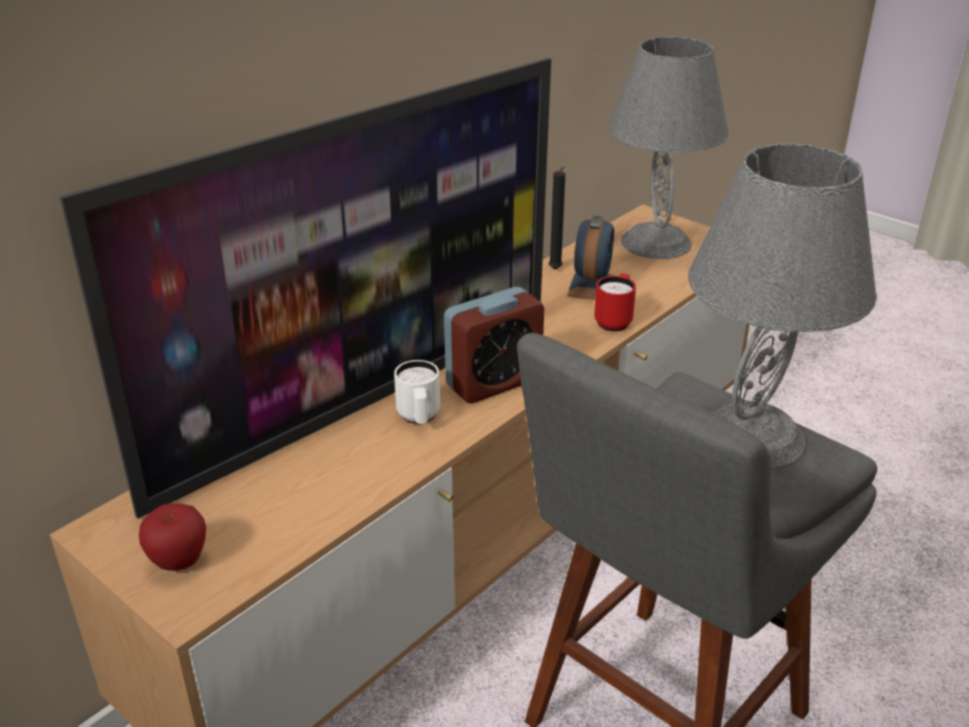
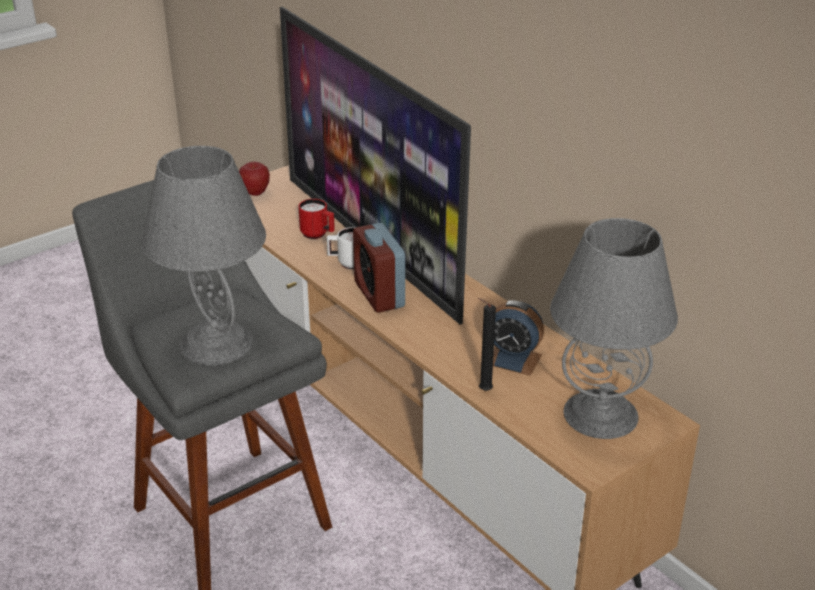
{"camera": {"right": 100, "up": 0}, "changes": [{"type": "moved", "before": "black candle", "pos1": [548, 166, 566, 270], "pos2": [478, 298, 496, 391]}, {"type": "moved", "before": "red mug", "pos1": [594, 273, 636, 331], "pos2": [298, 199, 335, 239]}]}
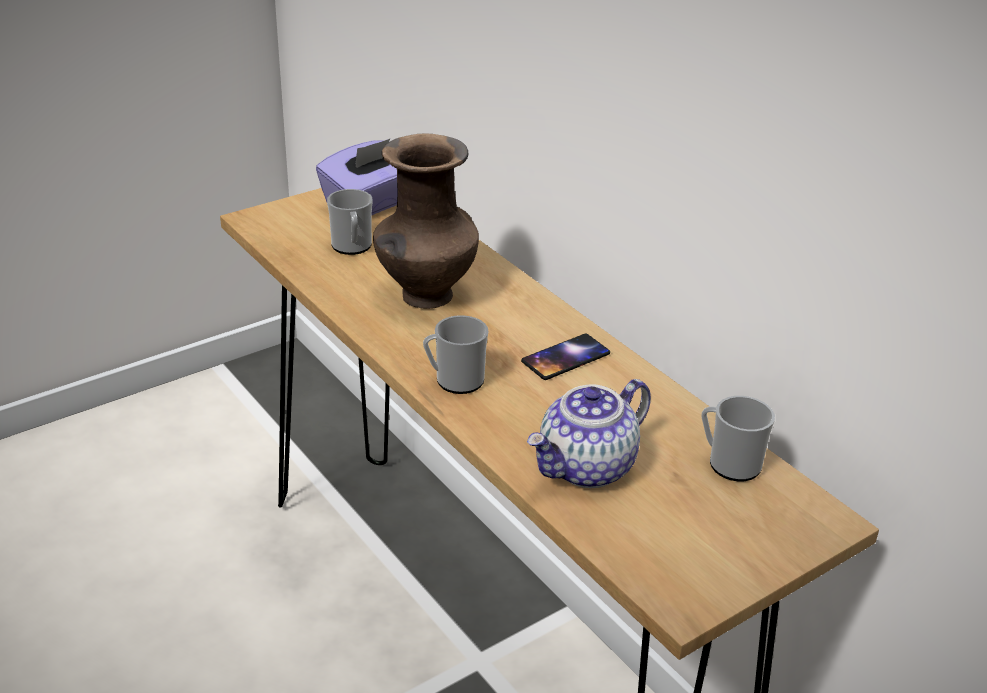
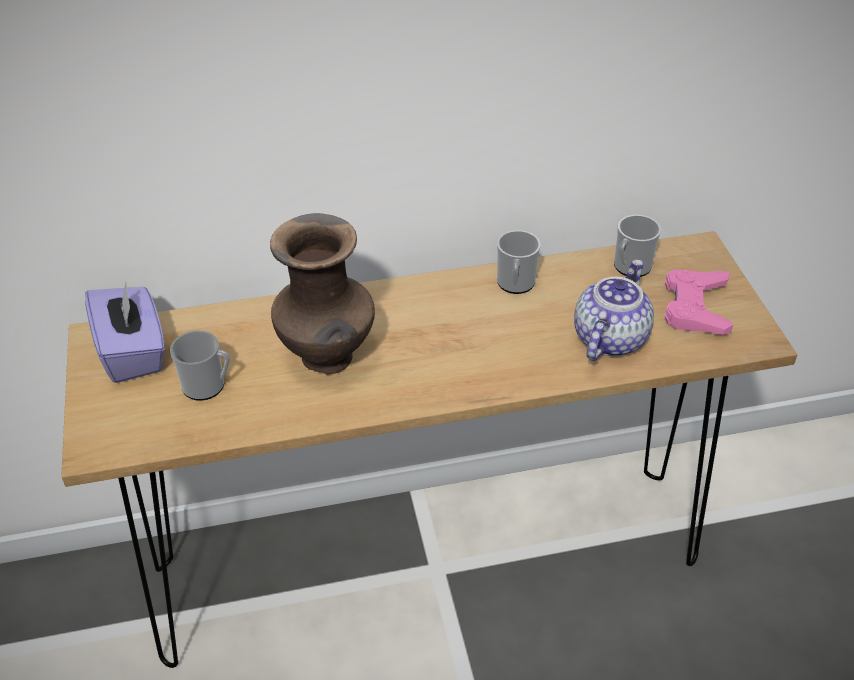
{"camera": {"right": -65, "up": 10}, "changes": [{"type": "moved", "before": "mug", "pos1": [423, 315, 488, 394], "pos2": [497, 230, 541, 294]}, {"type": "removed", "before": "phone", "pos1": [521, 334, 610, 380]}, {"type": "turned", "before": "teapot", "pos1": [527, 379, 651, 488], "pos2": [574, 259, 654, 361], "turn": -135}, {"type": "added", "after": "pink game controller", "pos2": [665, 269, 733, 335]}]}
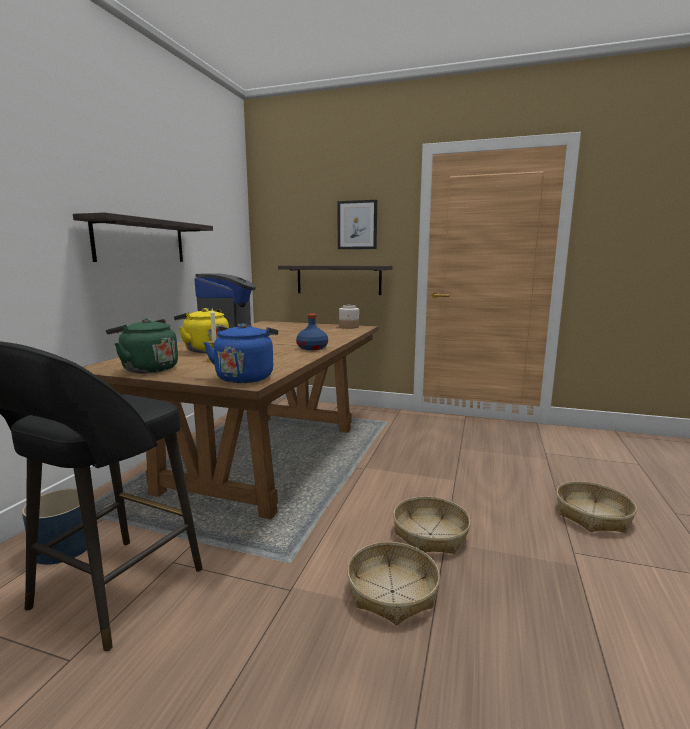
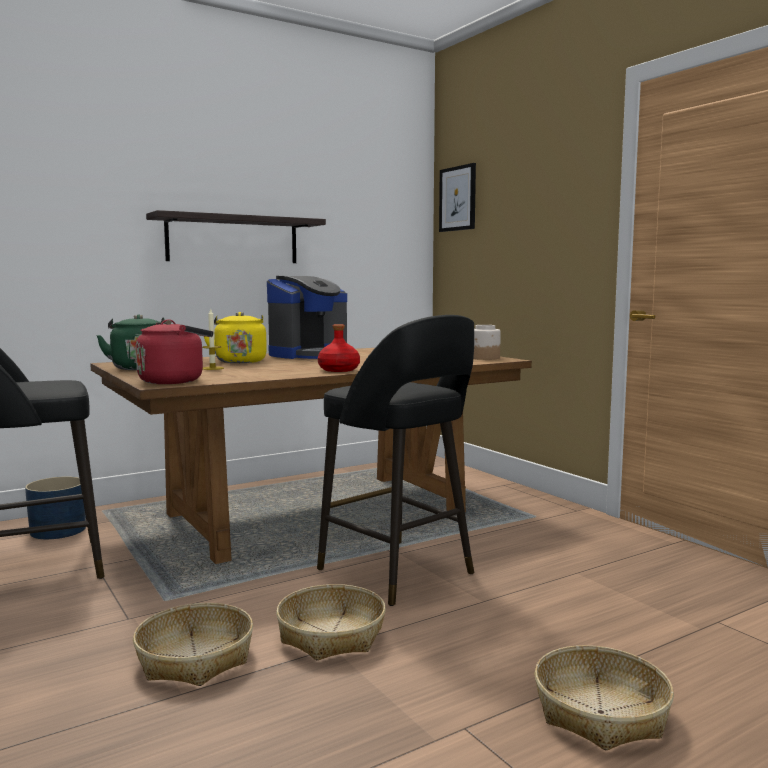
{"camera": {"right": 40, "up": -5}, "changes": [{"type": "moved", "before": "picture", "pos1": [338, 200, 377, 249], "pos2": [439, 163, 476, 232]}, {"type": "removed", "before": "shelf", "pos1": [278, 265, 393, 295]}, {"type": "recoloured", "before": "blue bottle", "after": "red bottle", "pos1": [296, 314, 328, 350], "pos2": [318, 324, 360, 372]}, {"type": "recoloured", "before": "blue kettle", "after": "red kettle", "pos1": [204, 323, 278, 383], "pos2": [136, 319, 213, 384]}, {"type": "added", "after": "black stool", "pos2": [317, 315, 474, 606]}]}
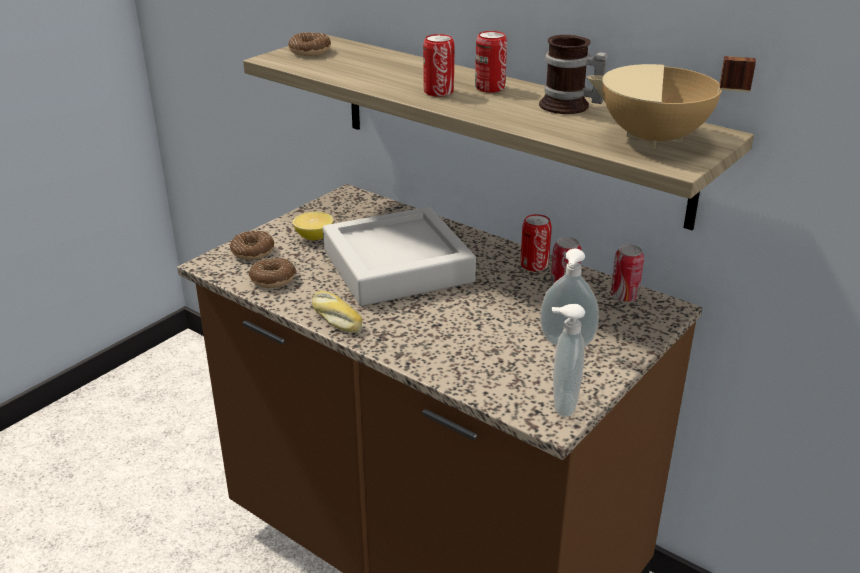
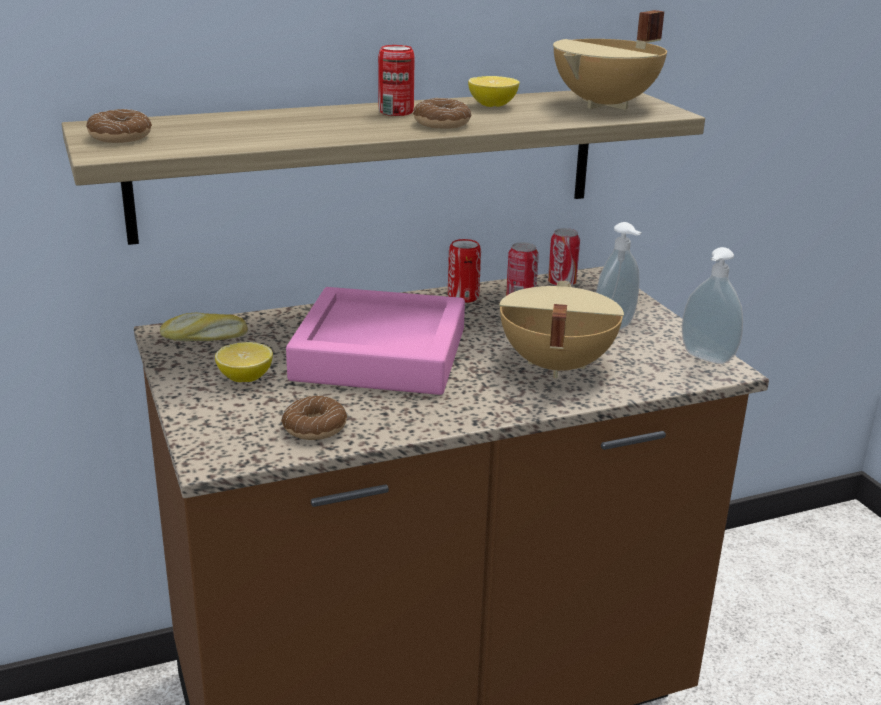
{"camera": {"right": -60, "up": -5}, "changes": [{"type": "removed", "before": "can", "pos1": [423, 34, 455, 97]}, {"type": "replaced", "before": "mug", "after": "lemon", "pos1": [539, 35, 608, 114], "pos2": [468, 76, 519, 107]}, {"type": "recoloured", "before": "grey tray", "after": "pink tray", "pos1": [323, 207, 476, 306], "pos2": [286, 287, 465, 395]}, {"type": "moved", "before": "donut", "pos1": [230, 231, 274, 260], "pos2": [413, 98, 471, 129]}, {"type": "moved", "before": "bread", "pos1": [312, 291, 363, 333], "pos2": [160, 313, 248, 341]}, {"type": "added", "after": "beige cooking pot", "pos2": [499, 281, 624, 378]}]}
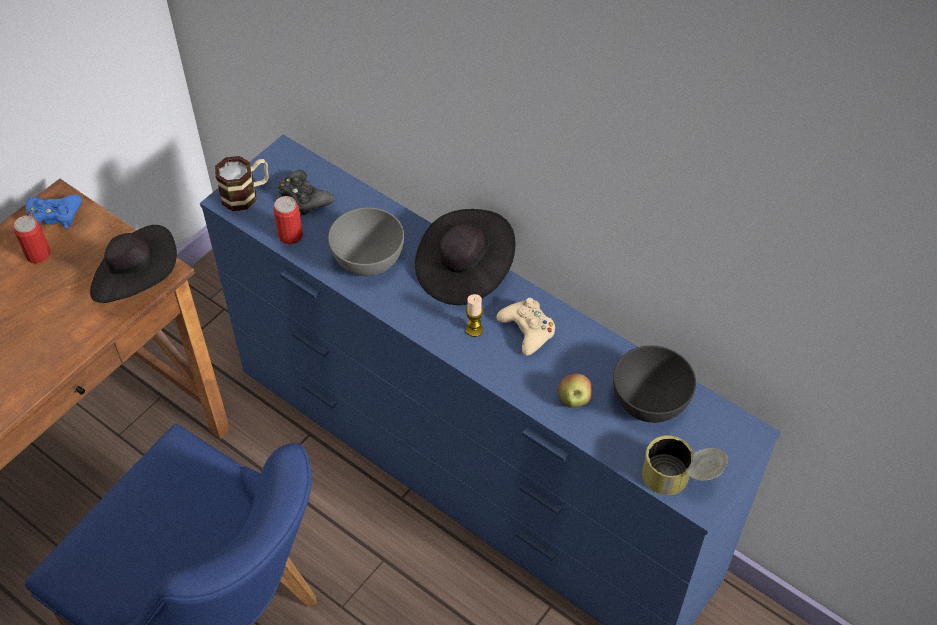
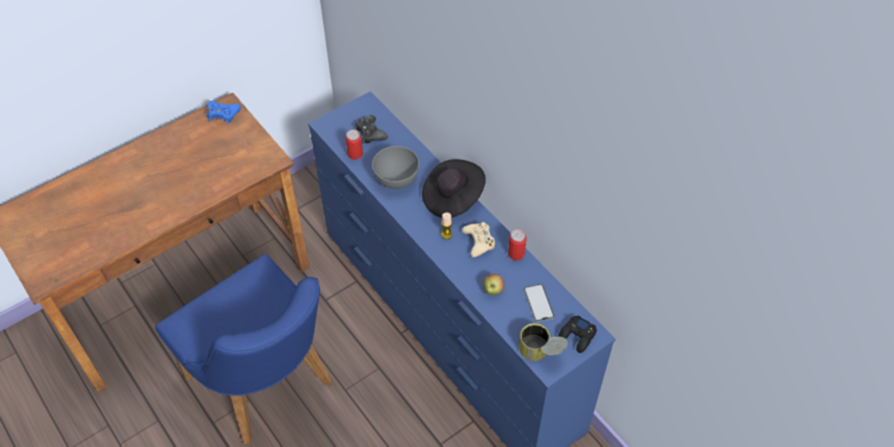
{"camera": {"right": 15, "up": 0}, "changes": [{"type": "removed", "before": "mug", "pos1": [215, 156, 269, 211]}, {"type": "moved", "before": "can", "pos1": [14, 215, 51, 263], "pos2": [508, 229, 526, 260]}, {"type": "removed", "before": "black hat", "pos1": [90, 225, 177, 303]}, {"type": "replaced", "before": "grey bowl", "after": "phone", "pos1": [613, 345, 696, 423], "pos2": [524, 284, 554, 322]}, {"type": "added", "after": "black game controller", "pos2": [558, 315, 597, 353]}]}
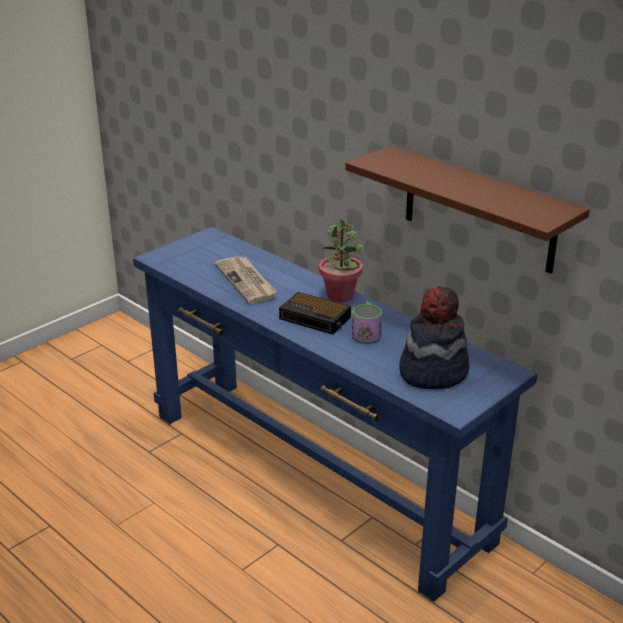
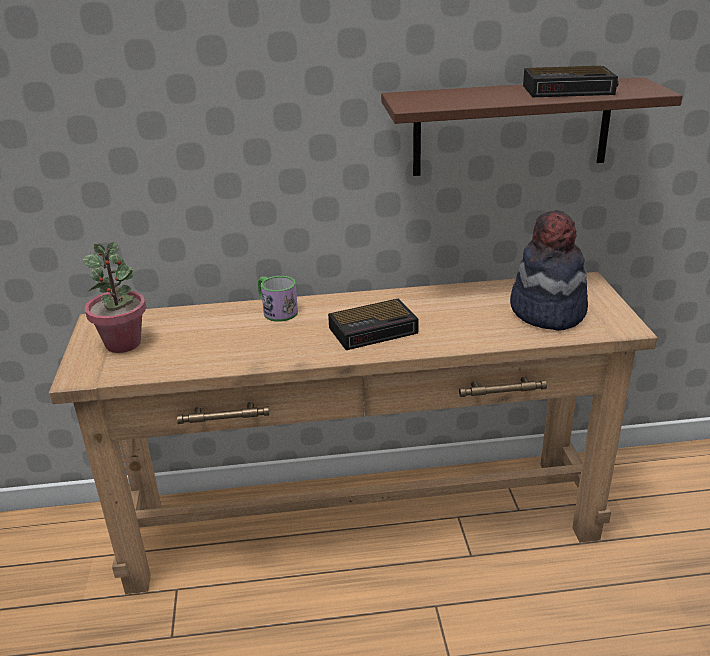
{"camera": {"right": -50, "up": 0}, "changes": [{"type": "moved", "before": "potted plant", "pos1": [319, 220, 363, 302], "pos2": [83, 242, 146, 353]}, {"type": "recoloured", "before": "blue console table", "after": "brown console table", "pos1": [133, 227, 538, 602], "pos2": [49, 272, 657, 594]}, {"type": "removed", "before": "newspaper", "pos1": [215, 256, 277, 304]}, {"type": "moved", "before": "mug", "pos1": [352, 302, 382, 344], "pos2": [258, 276, 298, 322]}, {"type": "added", "after": "alarm clock", "pos2": [523, 66, 618, 97]}]}
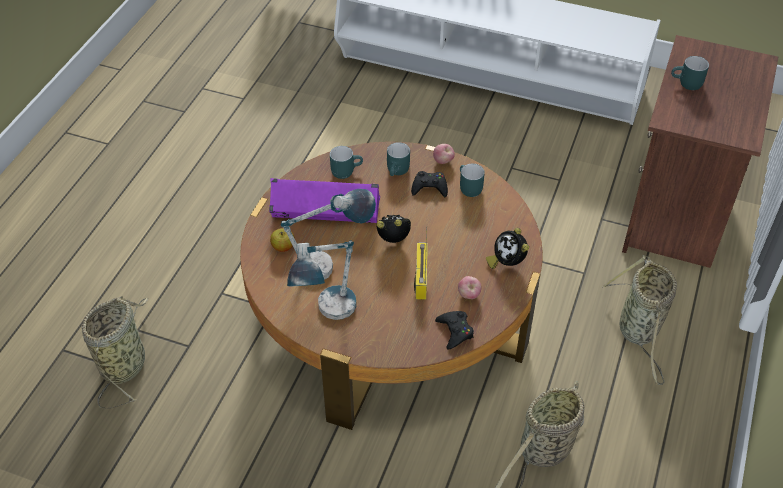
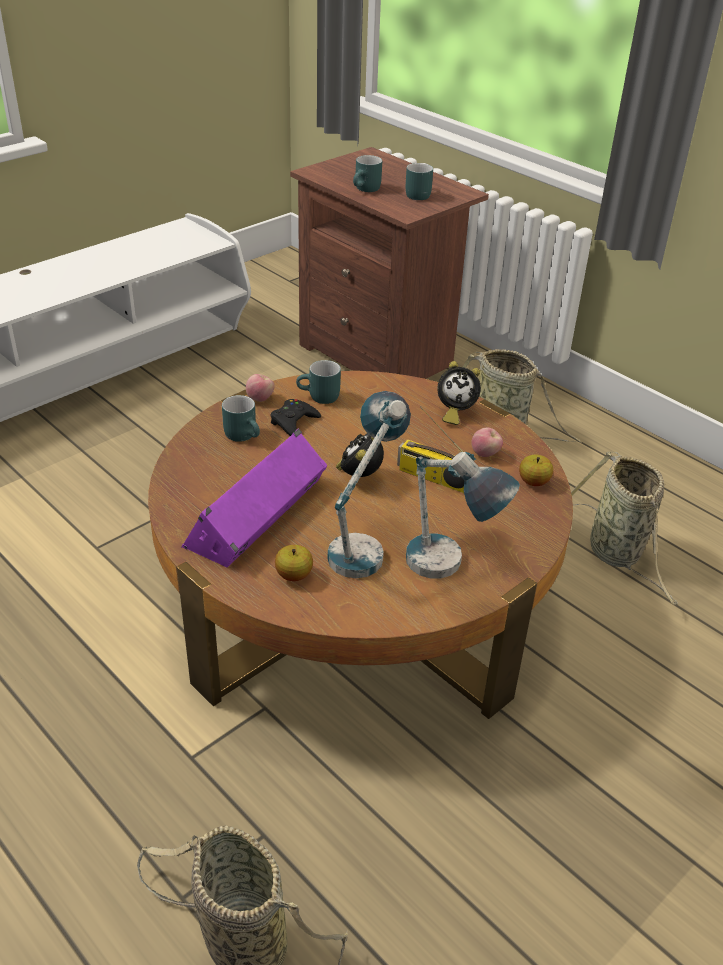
{"camera": {"right": -65, "up": -10}, "changes": [{"type": "moved", "before": "turquoise mug", "pos1": [330, 146, 363, 179], "pos2": [406, 163, 433, 200]}, {"type": "replaced", "before": "black game controller", "after": "apple", "pos1": [435, 311, 474, 349], "pos2": [519, 455, 553, 486]}]}
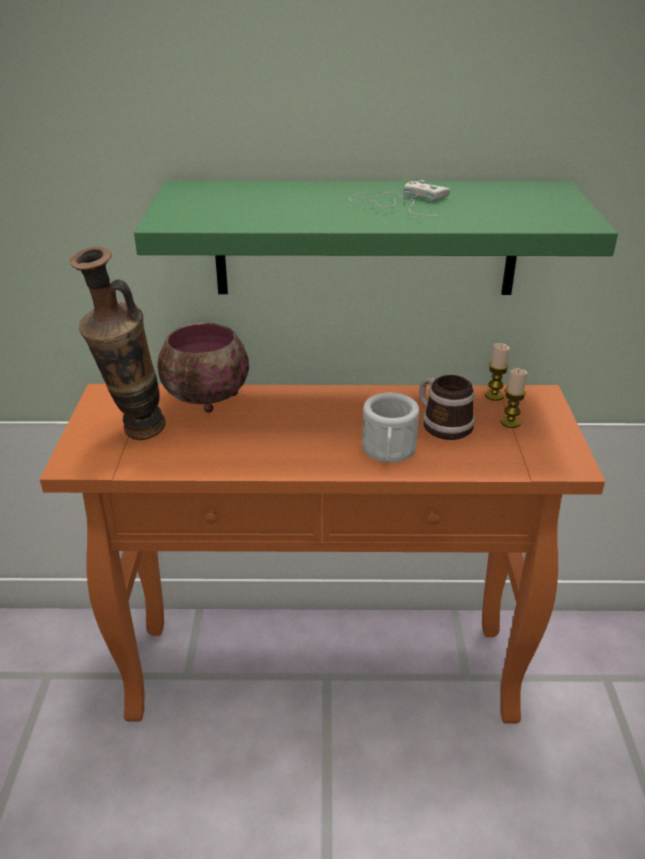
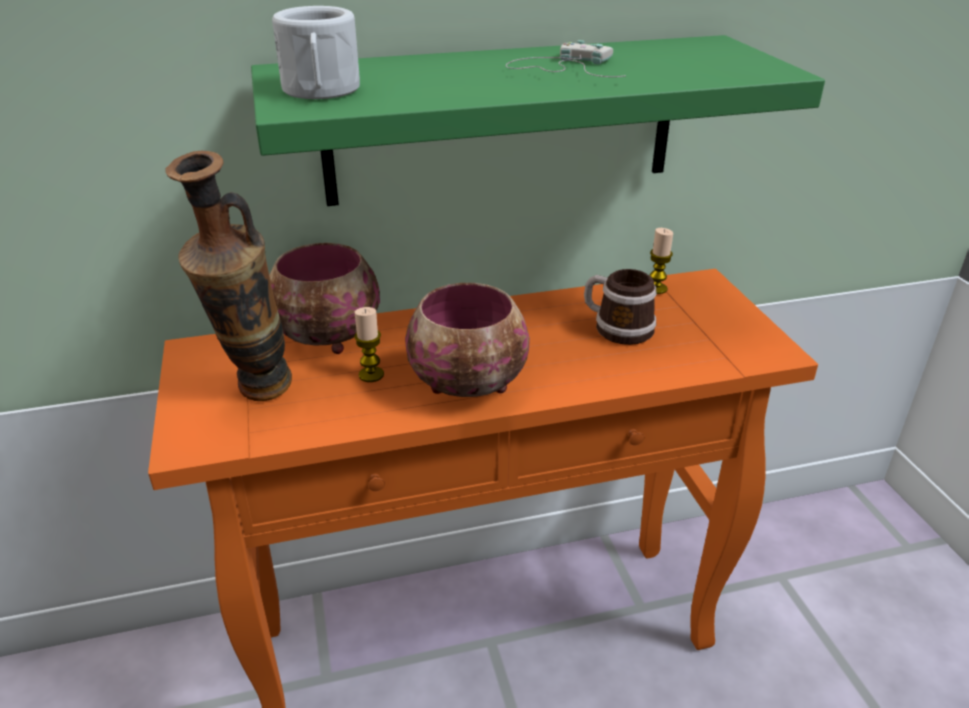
{"camera": {"right": -15, "up": 0}, "changes": [{"type": "moved", "before": "candle", "pos1": [501, 369, 527, 428], "pos2": [354, 307, 384, 382]}, {"type": "moved", "before": "white mug", "pos1": [362, 393, 419, 463], "pos2": [272, 6, 360, 99]}, {"type": "added", "after": "bowl", "pos2": [405, 283, 530, 397]}]}
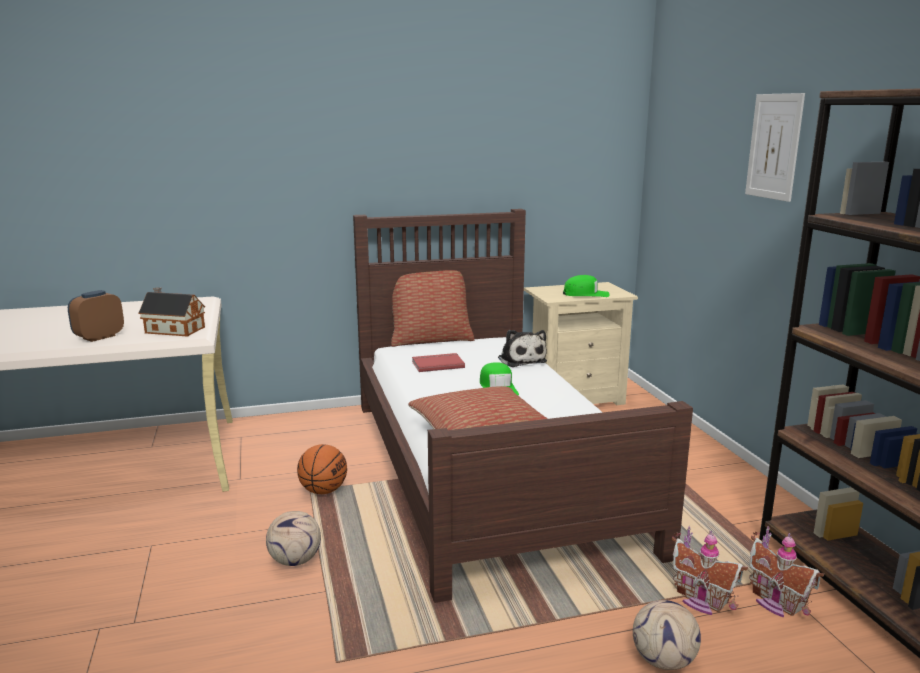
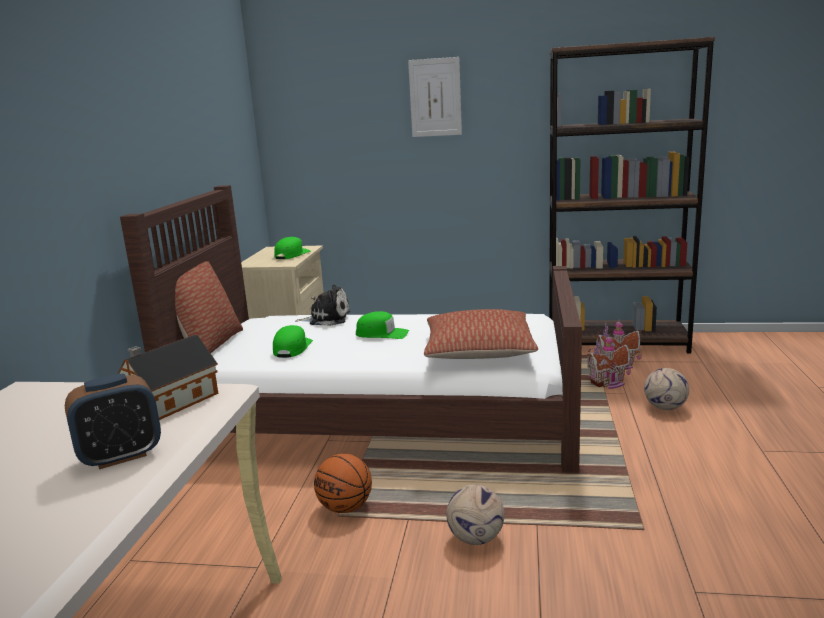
{"camera": {"right": -65, "up": 0}, "changes": [{"type": "turned", "before": "alarm clock", "pos1": [68, 290, 124, 342], "pos2": [65, 373, 161, 469], "turn": -90}, {"type": "replaced", "before": "red book", "after": "green cap", "pos1": [412, 353, 465, 372], "pos2": [273, 325, 313, 358]}]}
